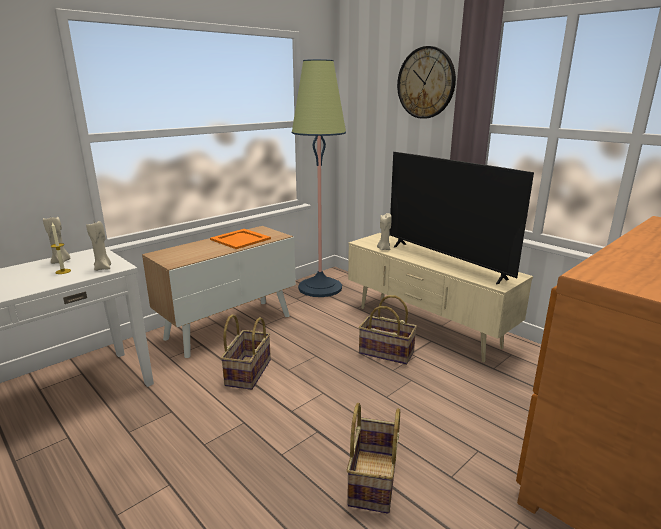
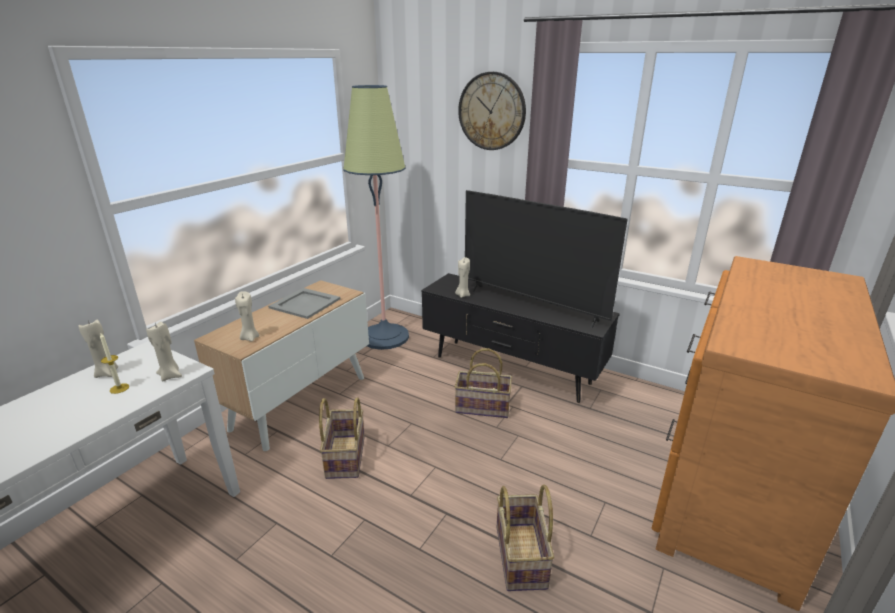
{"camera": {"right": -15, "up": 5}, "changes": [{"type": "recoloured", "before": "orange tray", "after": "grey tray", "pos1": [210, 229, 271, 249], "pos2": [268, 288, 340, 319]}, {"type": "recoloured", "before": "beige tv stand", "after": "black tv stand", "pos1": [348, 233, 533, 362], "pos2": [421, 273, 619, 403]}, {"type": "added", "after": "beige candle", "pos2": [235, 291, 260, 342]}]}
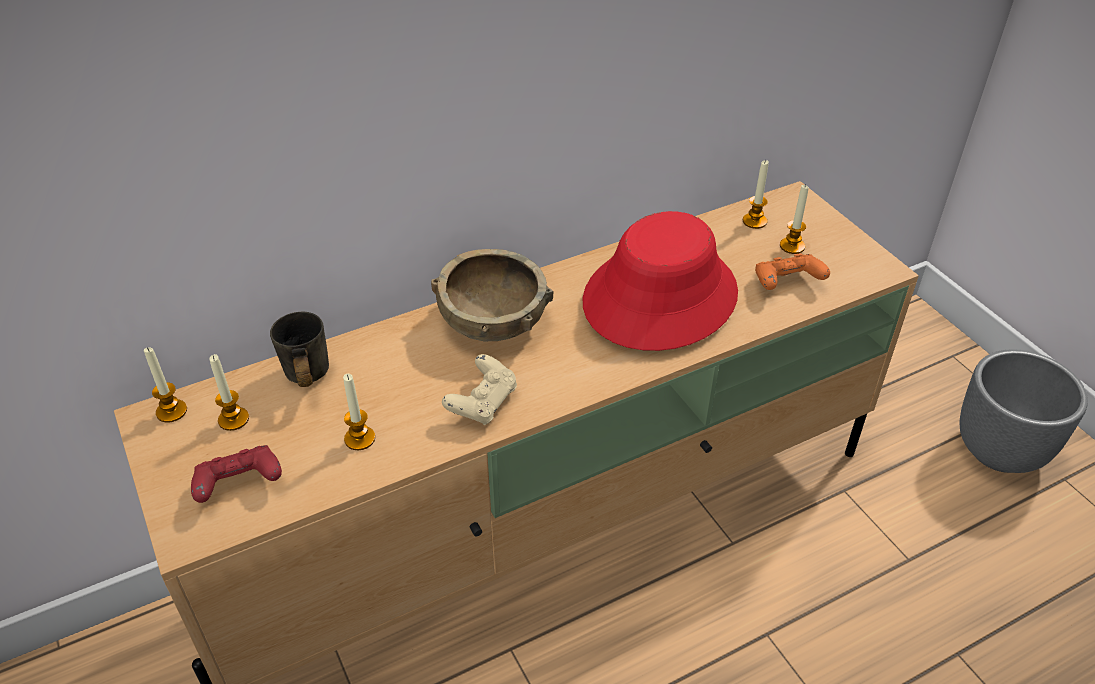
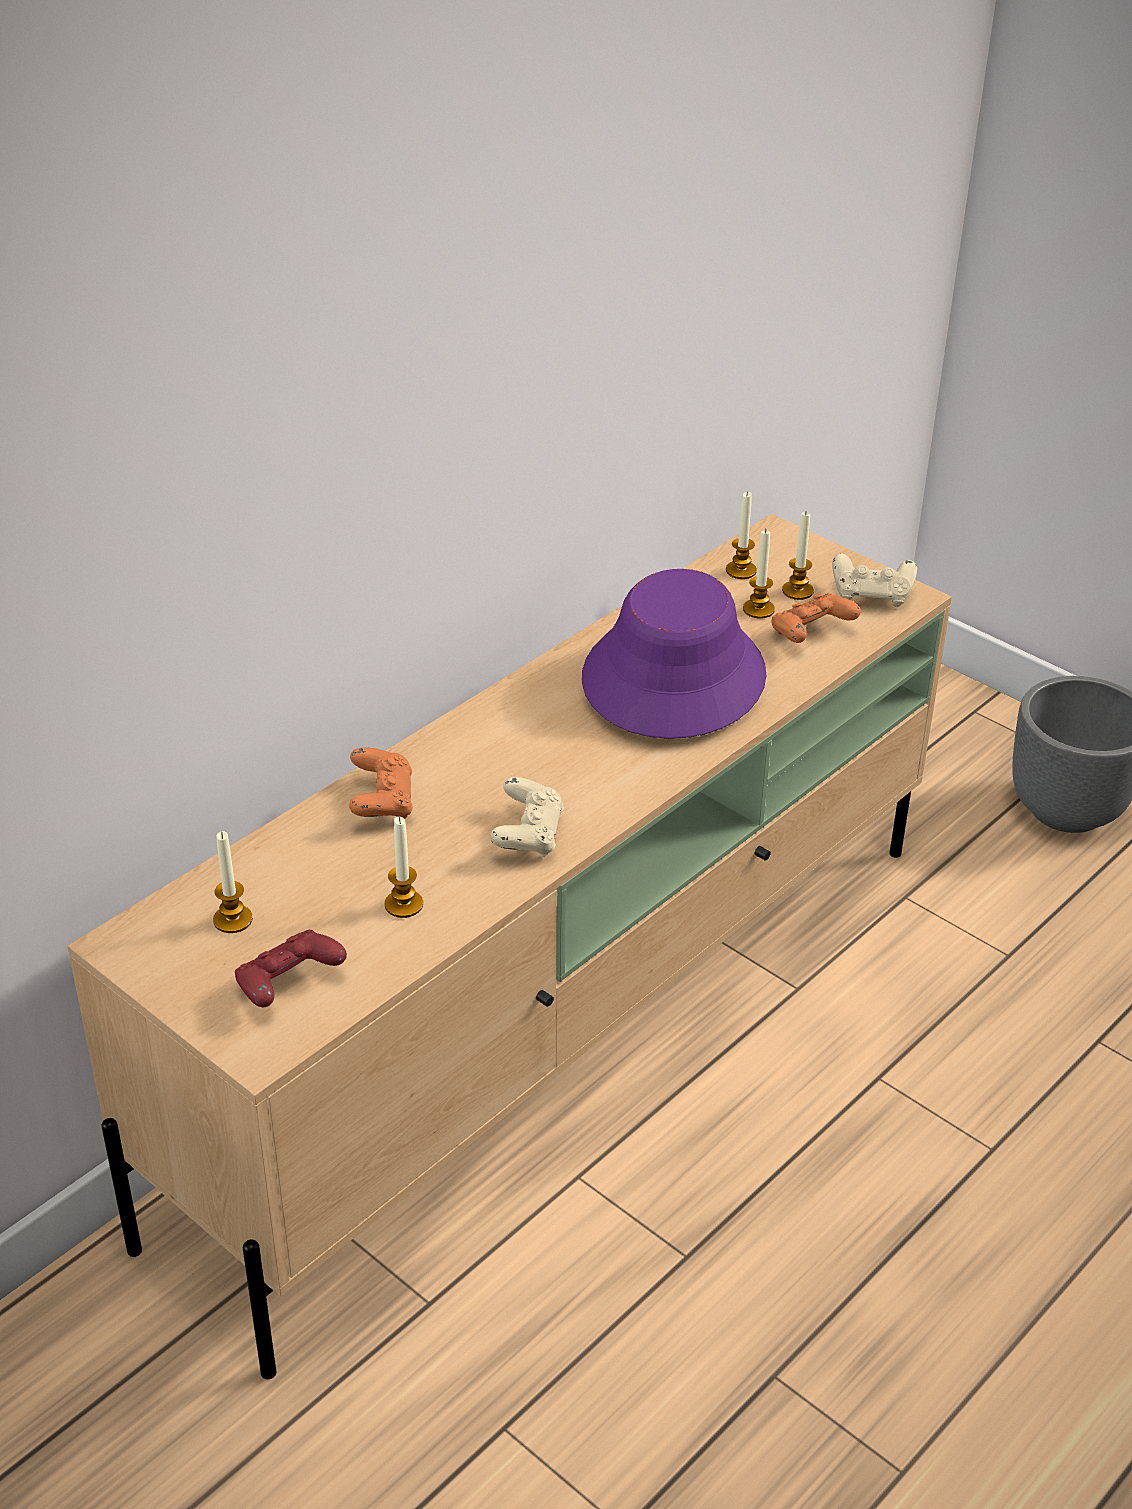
{"camera": {"right": -20, "up": -5}, "changes": [{"type": "recoloured", "before": "red hat", "after": "purple hat", "pos1": [583, 211, 738, 351], "pos2": [582, 569, 767, 739]}, {"type": "removed", "before": "brown bowl", "pos1": [431, 249, 554, 341]}, {"type": "removed", "before": "grey mug", "pos1": [270, 312, 329, 387]}, {"type": "moved", "before": "candle", "pos1": [144, 347, 187, 423], "pos2": [743, 529, 775, 619]}, {"type": "added", "after": "beige game controller", "pos2": [832, 554, 917, 607]}, {"type": "added", "after": "orange game controller", "pos2": [349, 747, 413, 819]}]}
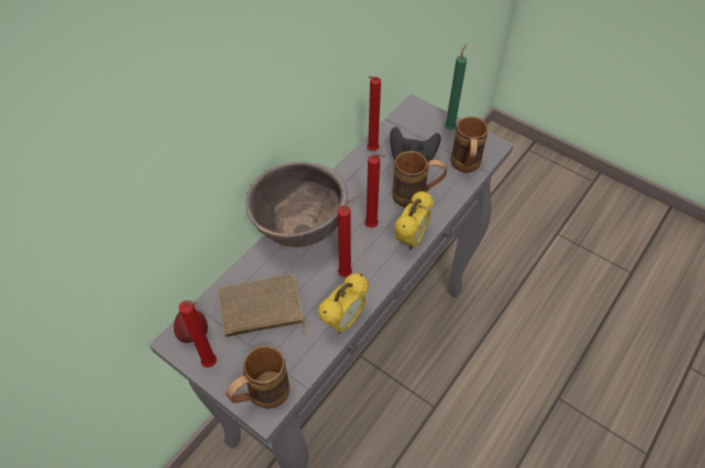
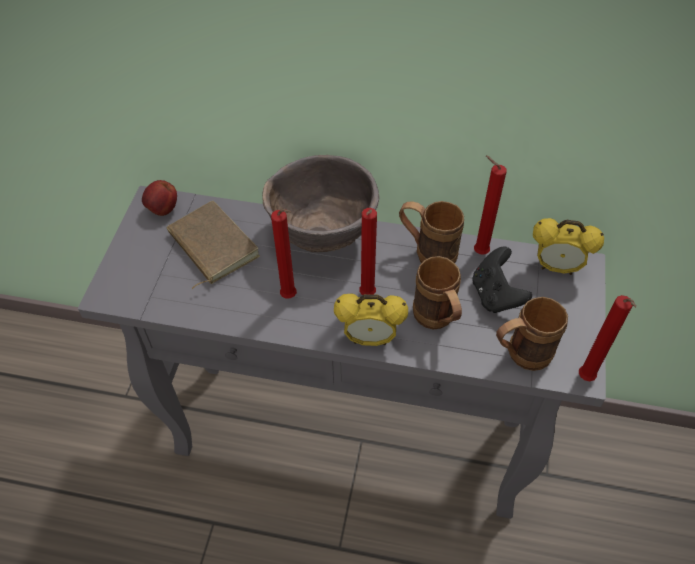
{"camera": {"right": 65, "up": 0}, "changes": [{"type": "removed", "before": "green candle", "pos1": [444, 44, 467, 130]}, {"type": "moved", "before": "alarm clock", "pos1": [318, 273, 369, 334], "pos2": [533, 218, 604, 275]}, {"type": "moved", "before": "red candle", "pos1": [179, 300, 217, 368], "pos2": [579, 295, 636, 381]}, {"type": "moved", "before": "brown mug", "pos1": [226, 346, 290, 409], "pos2": [399, 201, 464, 263]}]}
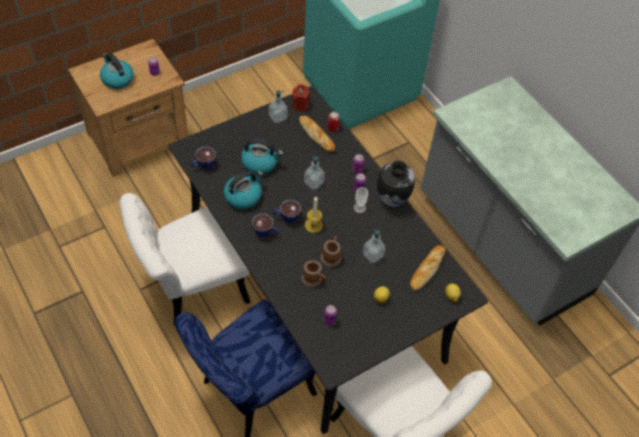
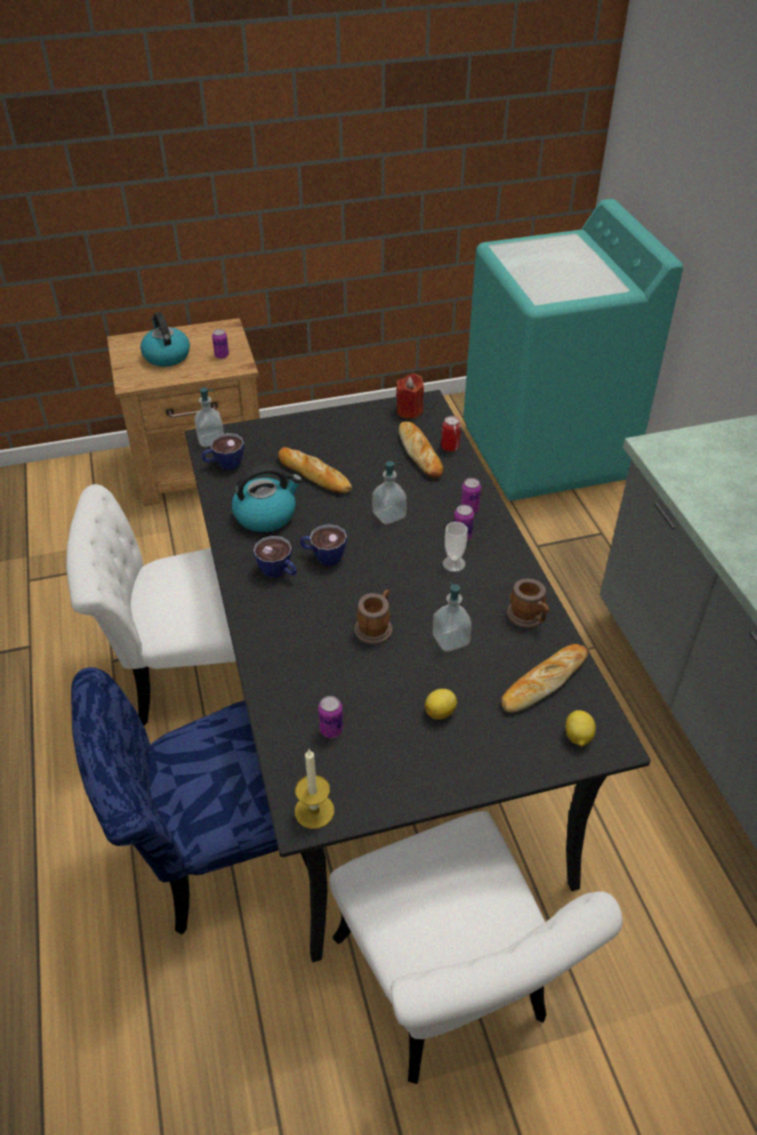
{"camera": {"right": 20, "up": -10}, "changes": [{"type": "moved", "before": "soap dispenser", "pos1": [269, 90, 288, 123], "pos2": [194, 387, 224, 447]}, {"type": "replaced", "before": "kettle", "after": "bread", "pos1": [241, 139, 283, 174], "pos2": [278, 447, 352, 493]}, {"type": "removed", "before": "vase", "pos1": [377, 161, 415, 207]}, {"type": "moved", "before": "candle", "pos1": [305, 197, 323, 233], "pos2": [295, 749, 334, 829]}, {"type": "moved", "before": "mug", "pos1": [301, 260, 326, 287], "pos2": [507, 579, 549, 628]}]}
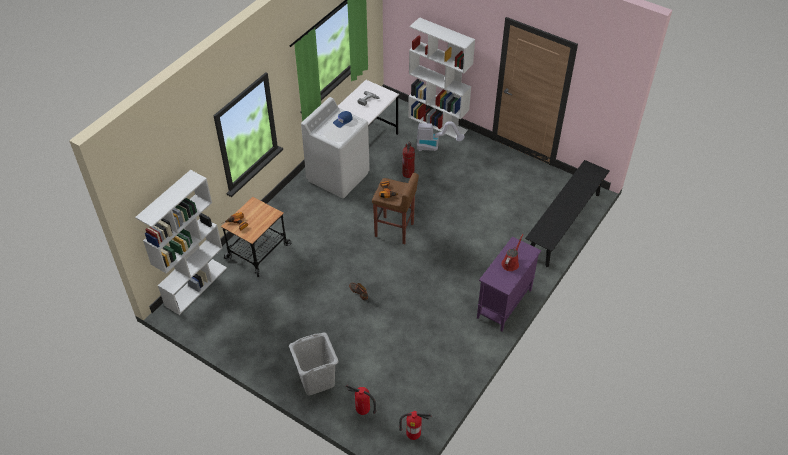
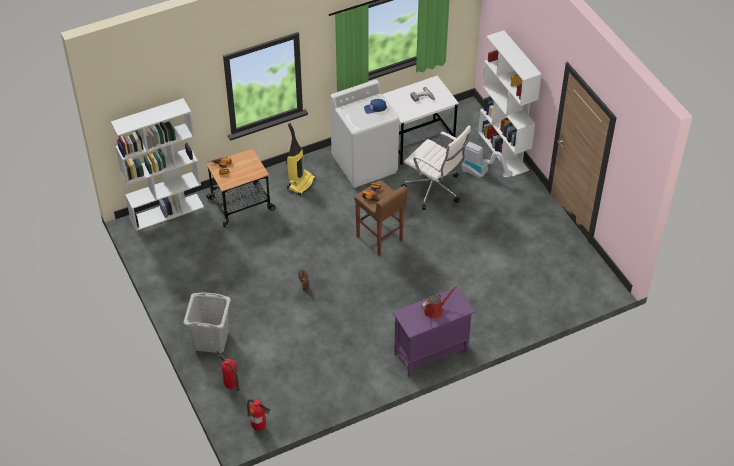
{"camera": {"right": 30, "up": 0}, "changes": [{"type": "replaced", "before": "fire extinguisher", "after": "white office chair", "pos1": [403, 141, 415, 178], "pos2": [401, 125, 471, 210]}, {"type": "removed", "before": "black bench", "pos1": [525, 160, 610, 267]}, {"type": "added", "after": "vacuum cleaner", "pos2": [286, 123, 315, 195]}]}
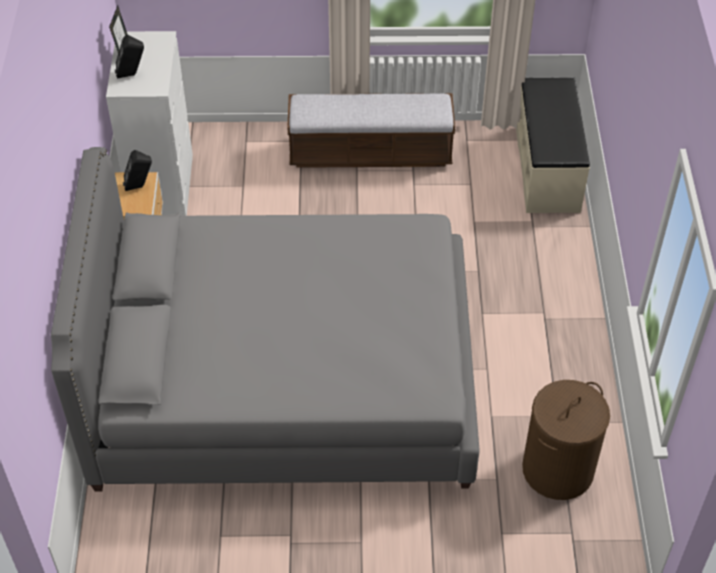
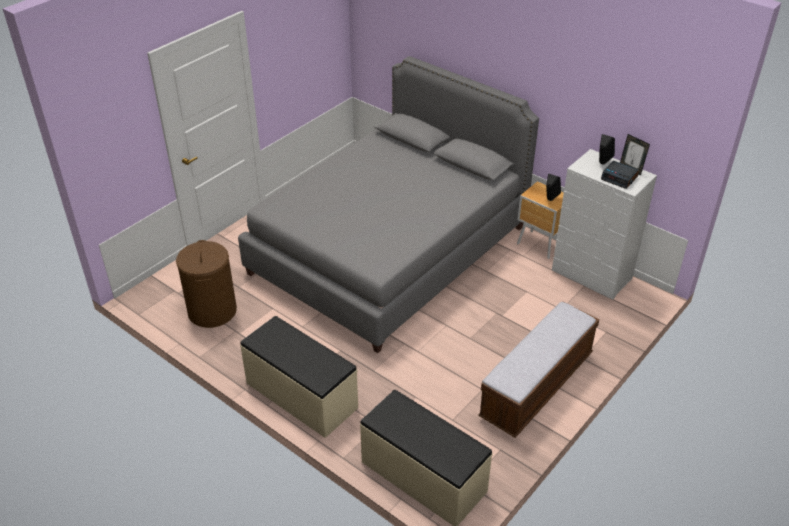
{"camera": {"right": 130, "up": -10}, "changes": [{"type": "added", "after": "alarm clock", "pos2": [601, 161, 639, 189]}, {"type": "added", "after": "beige bench", "pos2": [240, 316, 358, 438]}]}
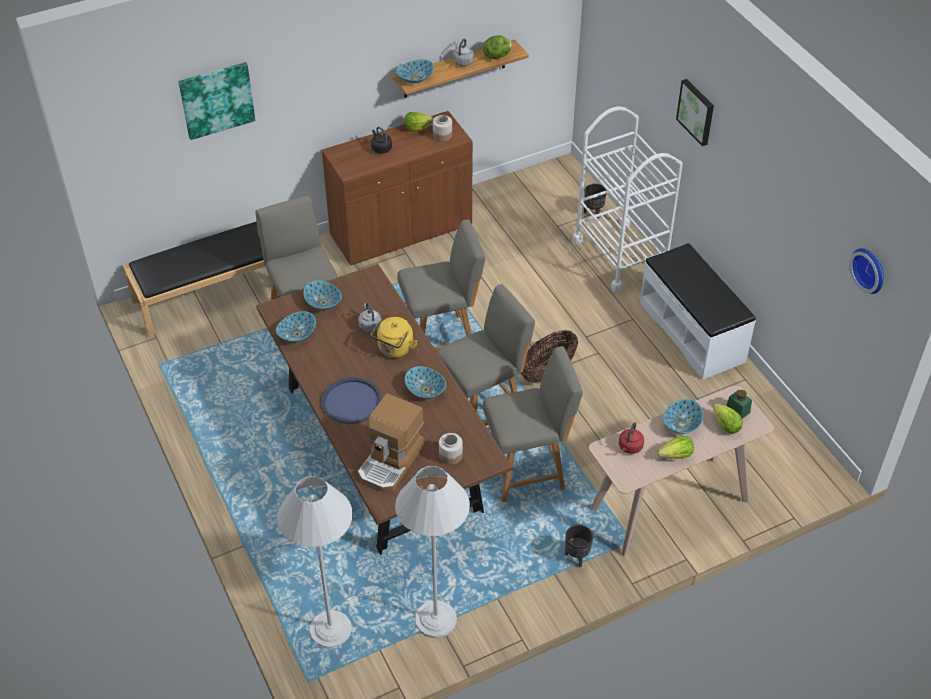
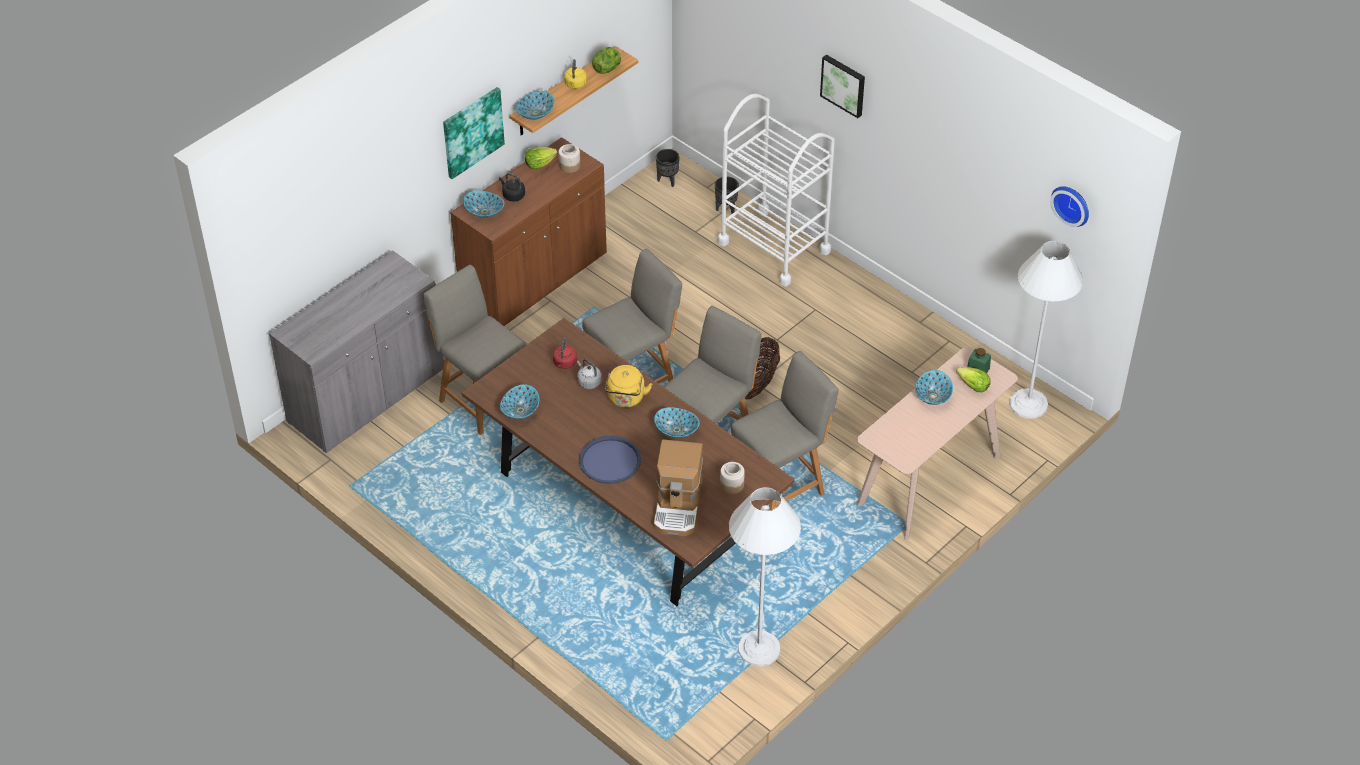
{"camera": {"right": -20, "up": 0}, "changes": [{"type": "recoloured", "before": "grey kettle", "after": "yellow kettle", "pos1": [453, 39, 474, 66], "pos2": [564, 59, 587, 89]}, {"type": "moved", "before": "picture", "pos1": [178, 62, 255, 140], "pos2": [443, 87, 505, 179]}, {"type": "replaced", "before": "black bench", "after": "grey cabinet", "pos1": [123, 221, 265, 337], "pos2": [269, 250, 444, 453]}, {"type": "removed", "before": "white bench", "pos1": [640, 243, 756, 380]}, {"type": "moved", "before": "bowl", "pos1": [303, 280, 342, 310], "pos2": [463, 190, 504, 218]}, {"type": "moved", "before": "red kettle", "pos1": [619, 422, 644, 454], "pos2": [553, 338, 577, 369]}, {"type": "removed", "before": "lettuce", "pos1": [657, 436, 694, 459]}, {"type": "moved", "before": "white floor lamp", "pos1": [277, 476, 353, 648], "pos2": [1009, 241, 1083, 419]}, {"type": "moved", "before": "black planter", "pos1": [565, 525, 593, 567], "pos2": [656, 149, 680, 187]}]}
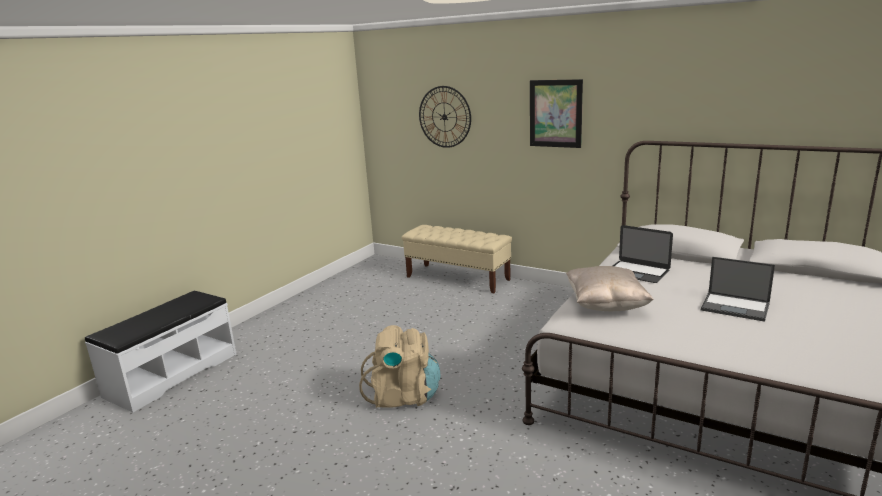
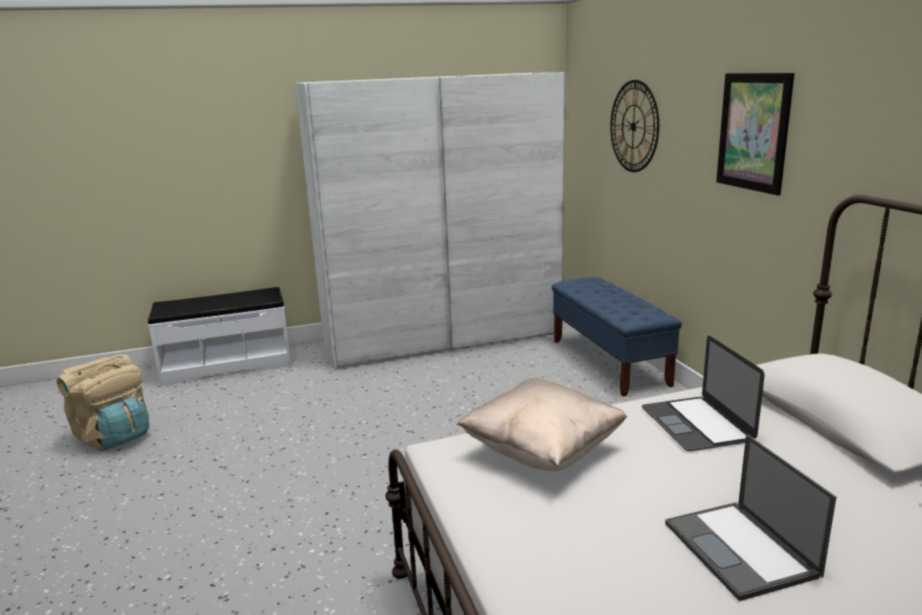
{"camera": {"right": 40, "up": 0}, "changes": [{"type": "recoloured", "before": "beige bench", "after": "blue bench", "pos1": [402, 225, 512, 293], "pos2": [552, 277, 682, 397]}, {"type": "moved", "before": "beige backpack", "pos1": [359, 325, 440, 408], "pos2": [57, 354, 149, 451]}, {"type": "added", "after": "white wardrobe", "pos2": [295, 72, 565, 370]}]}
